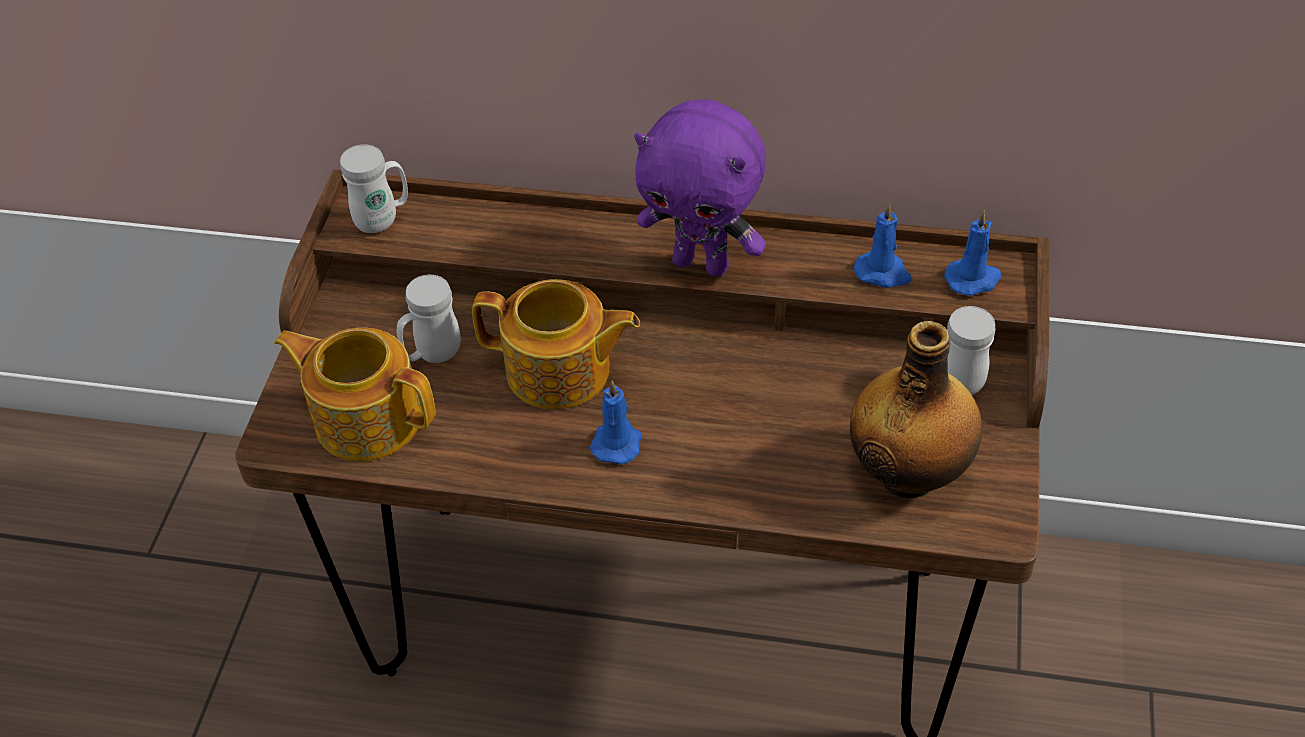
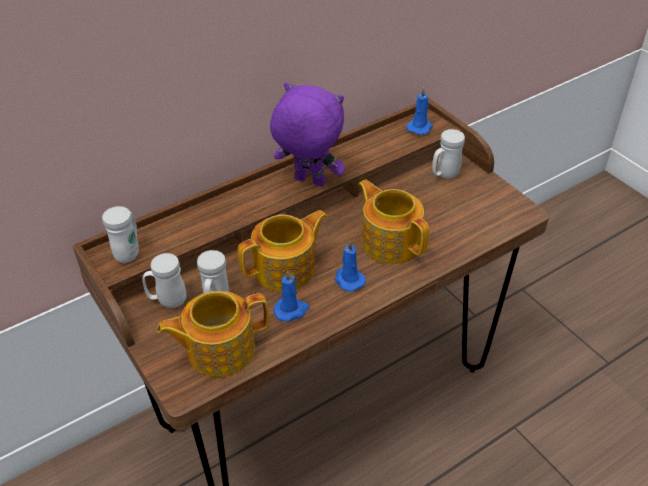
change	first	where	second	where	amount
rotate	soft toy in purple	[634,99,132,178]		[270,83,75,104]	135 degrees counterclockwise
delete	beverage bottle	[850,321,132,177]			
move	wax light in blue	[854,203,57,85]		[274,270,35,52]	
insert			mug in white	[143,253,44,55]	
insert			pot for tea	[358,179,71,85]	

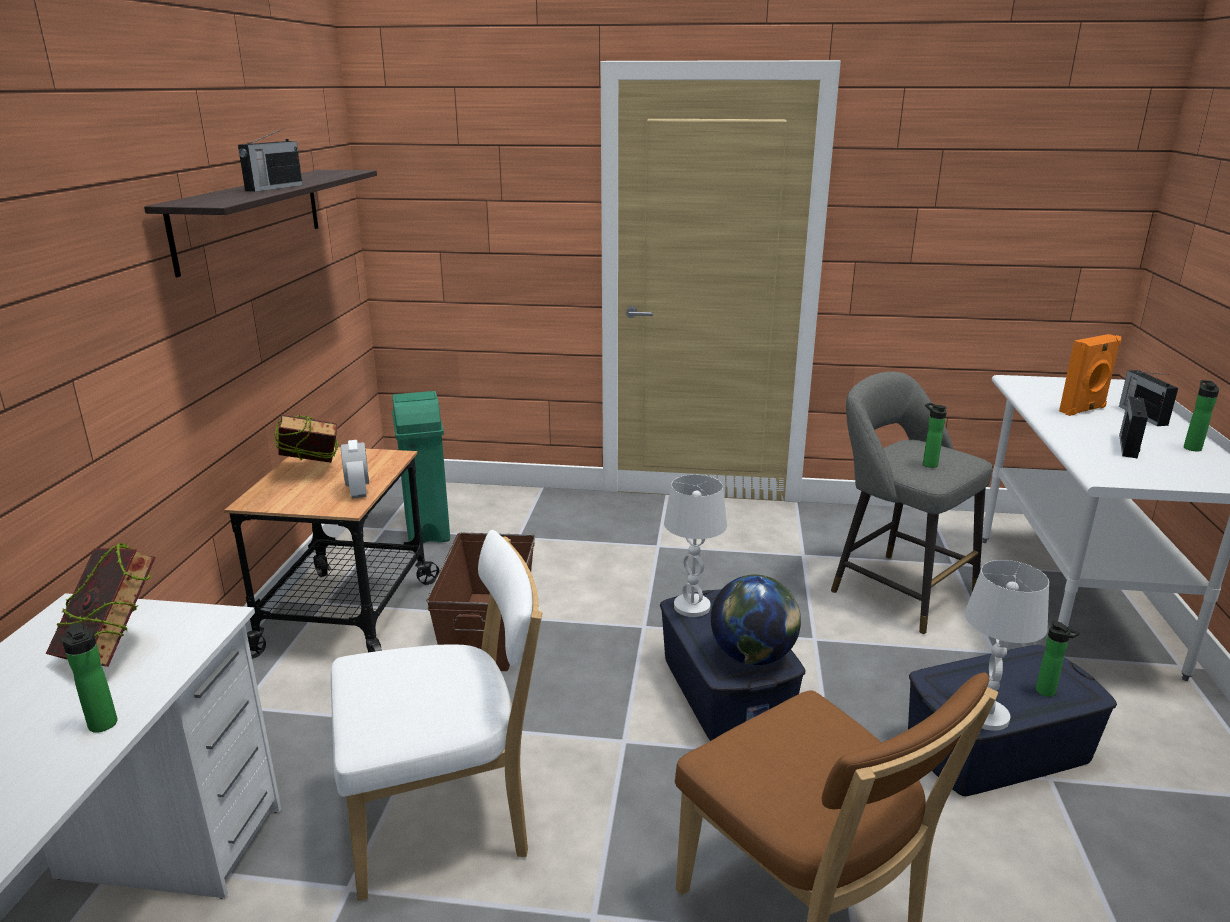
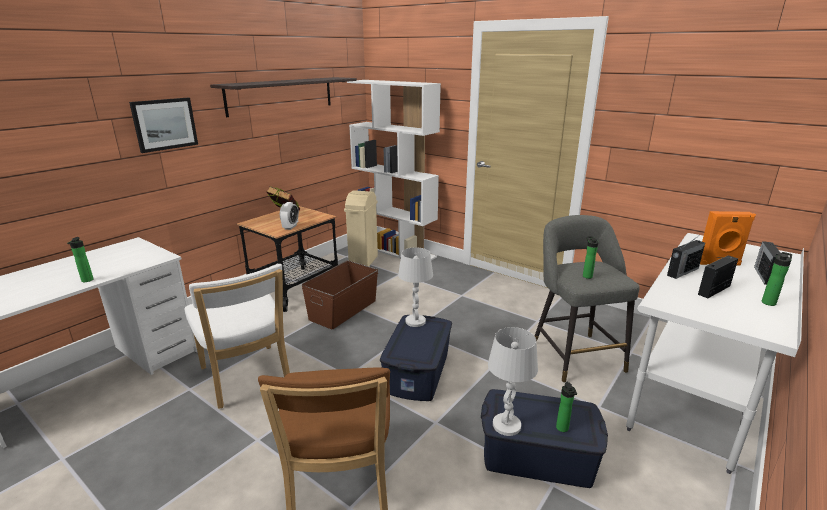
change	first	where	second	where	amount
delete	volume	[46,542,110,125]			
move	radio set	[238,130,65,62]		[667,237,38,42]	
rotate	plain chair in white	[331,530,211,371]		[185,264,105,145]	45 degrees clockwise
recolor	rubbish bin in green	[392,391,58,152]	rubbish bin in sand-coloured	[344,190,34,76]	
delete	globe	[711,575,90,90]			
insert			wall art	[129,98,69,55]	
insert			bookshelf in white	[347,80,94,180]	

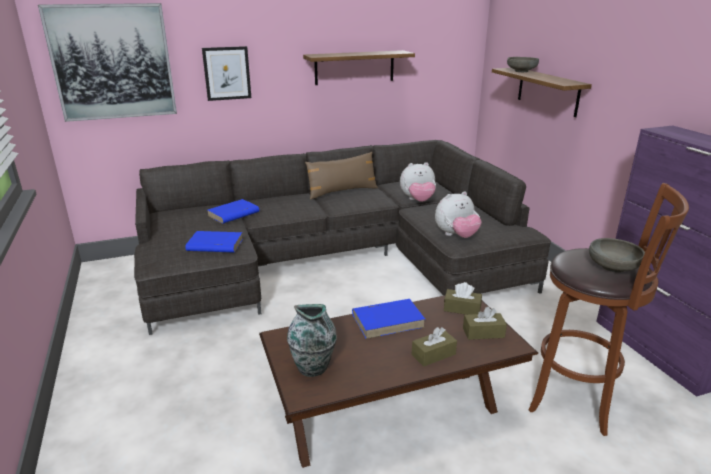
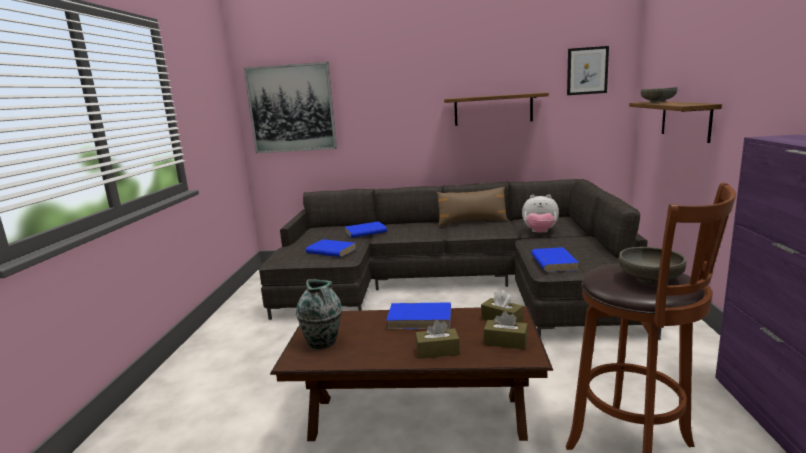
change	first	where	second	where	amount
move	wall art	[202,46,49,55]		[567,46,42,49]	
replace	soft toy	[435,191,47,47]	volume in blue	[531,247,48,25]	

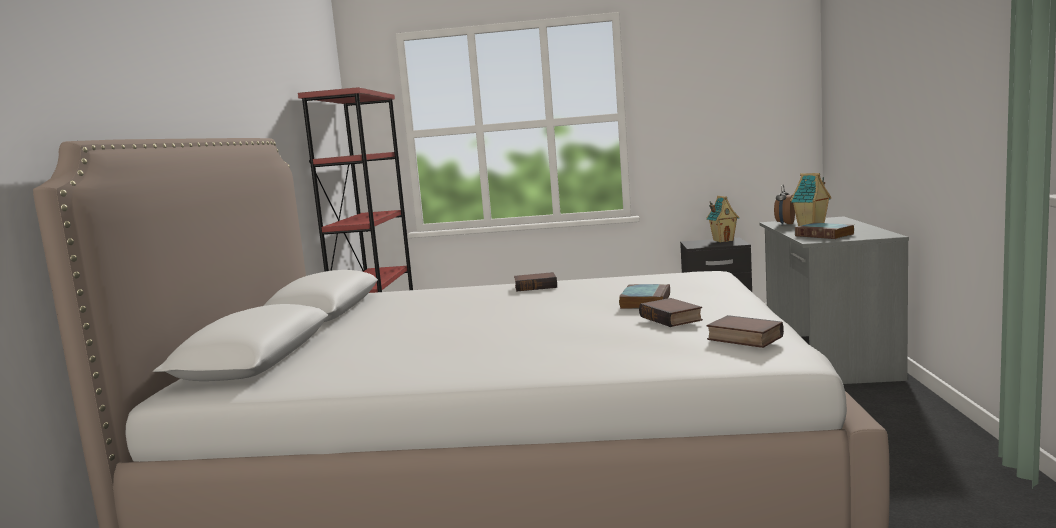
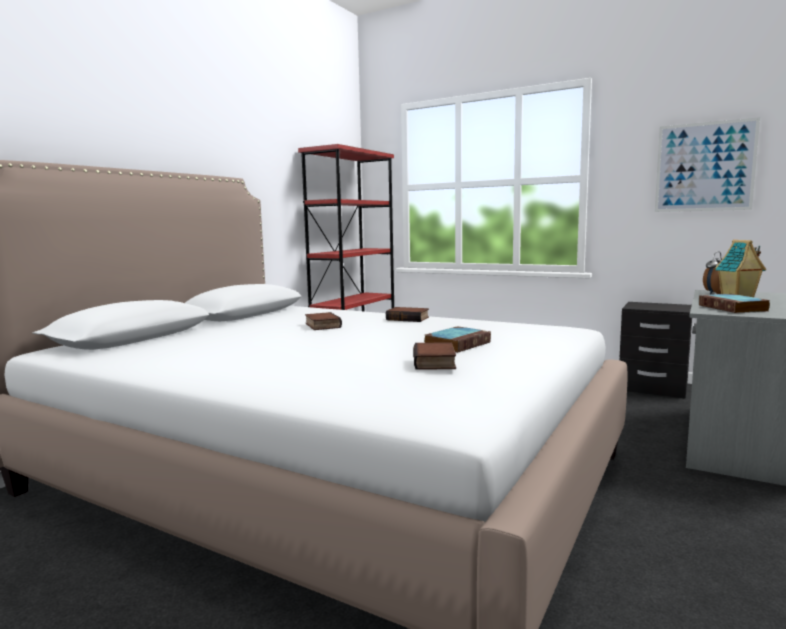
change	first	where	second	where	amount
delete	toy house	[706,196,33,46]			
move	volume	[707,315,77,33]		[305,312,37,18]	
insert			wall art	[655,117,105,95]	

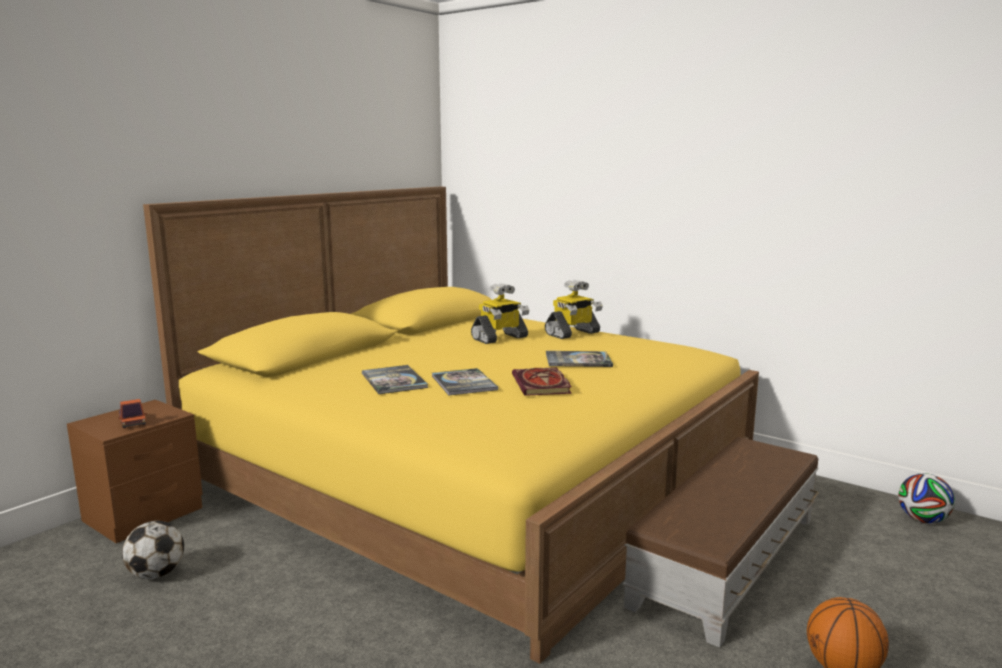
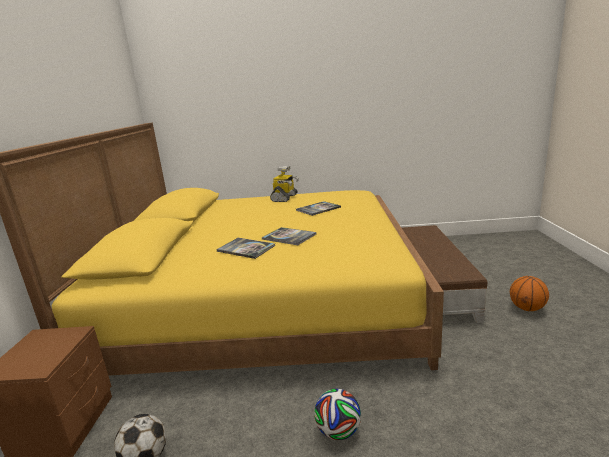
change	first	where	second	where	amount
delete	toy lorry	[118,399,29,29]			
delete	robot figure	[471,283,58,61]			
delete	volume	[512,367,60,29]			
move	football ball	[899,473,56,50]		[314,389,47,51]	

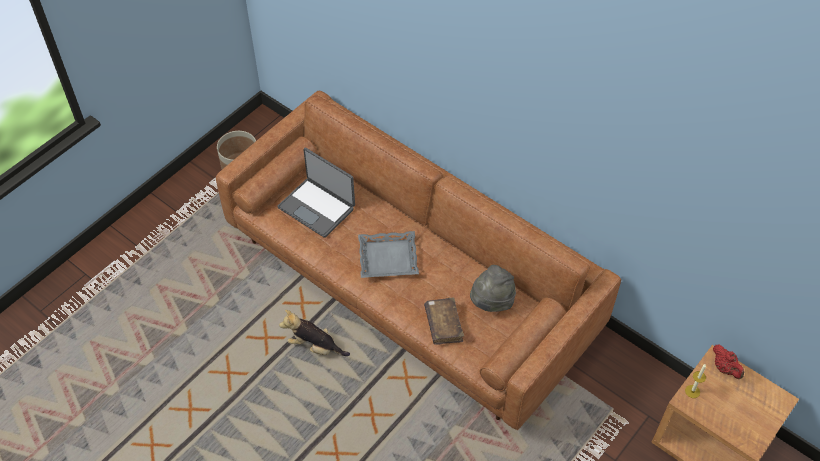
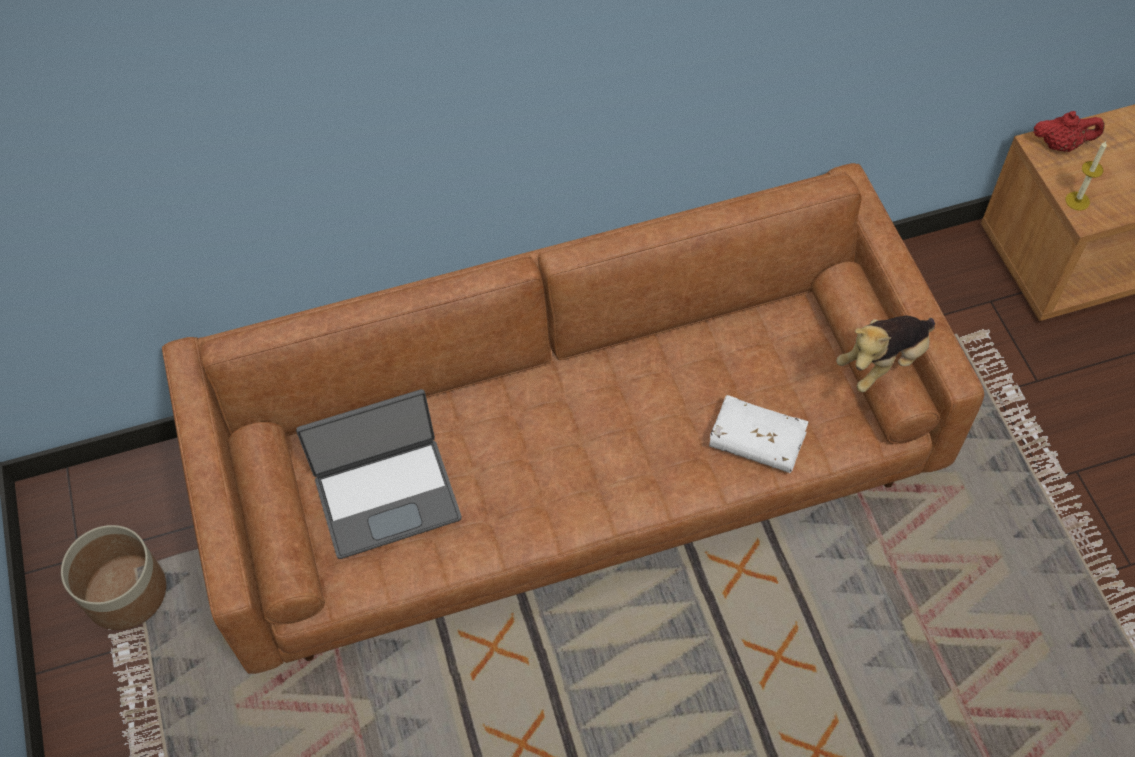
change	first	where	second	where	amount
move	soft toy	[279,310,71,46]		[836,316,99,76]	
delete	tray in grey	[358,231,61,47]			
recolor	volume in brown	[424,298,40,47]	volume in white	[709,395,100,78]	
delete	clothing hat in grey	[470,265,46,47]			

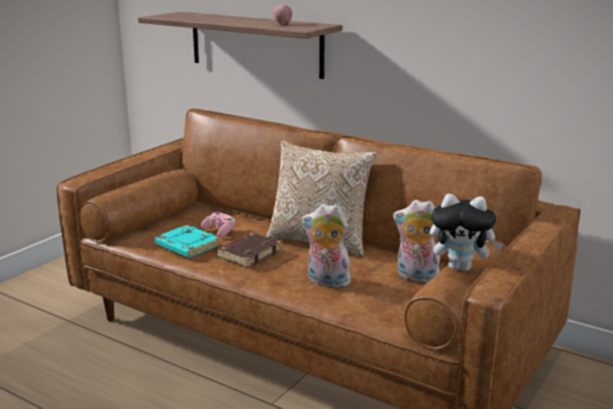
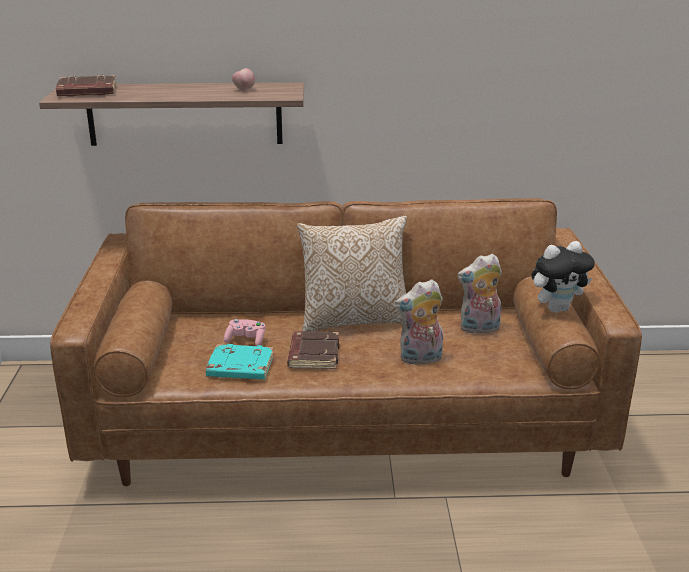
change	first	where	second	where	amount
insert			volume in brown	[56,75,60,22]	

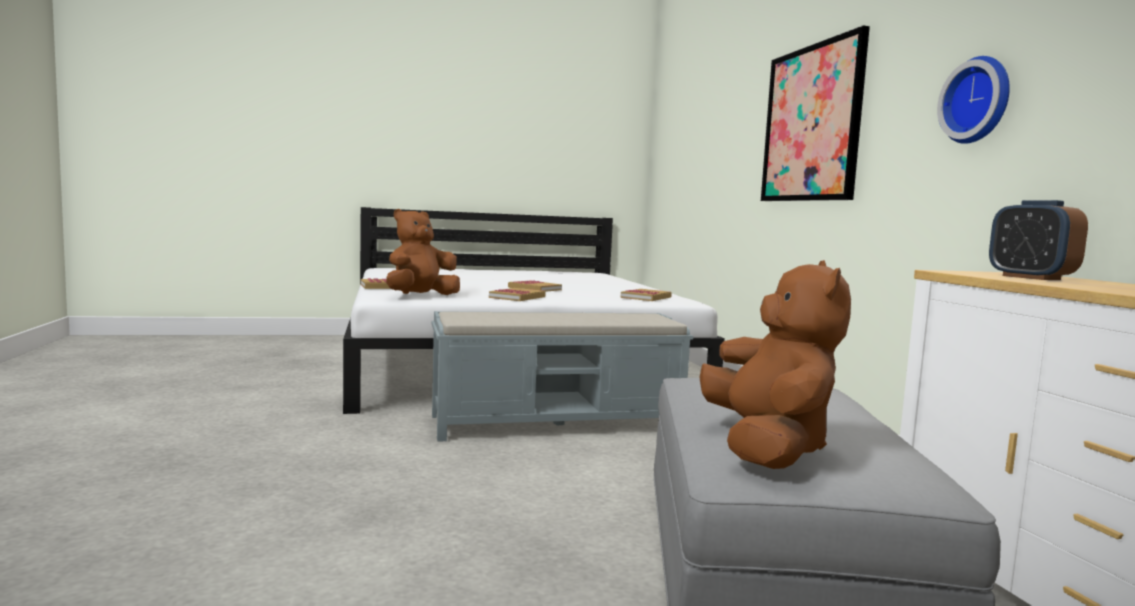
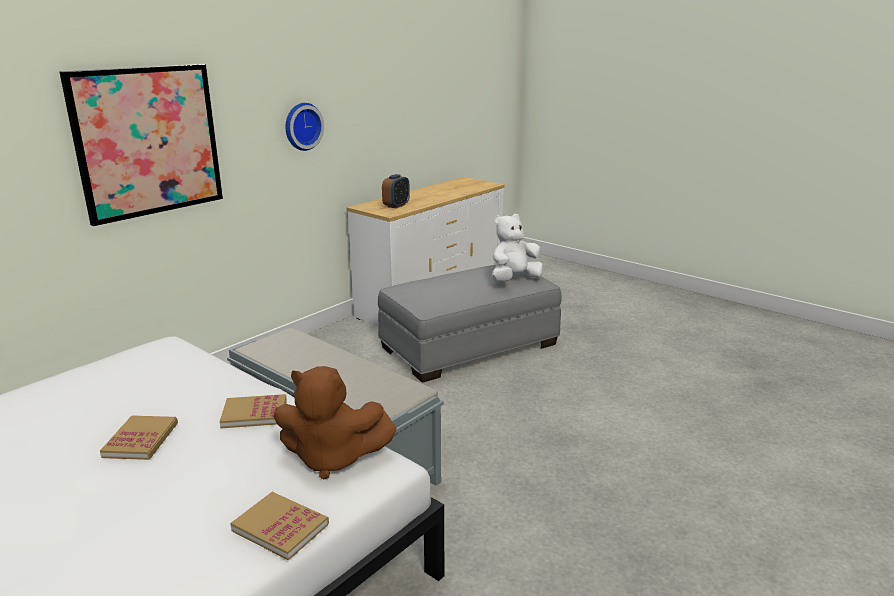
change	first	where	second	where	amount
delete	volume	[621,289,51,12]			
recolor	soft toy in brown	[699,260,152,209]	soft toy in white	[492,214,51,68]	

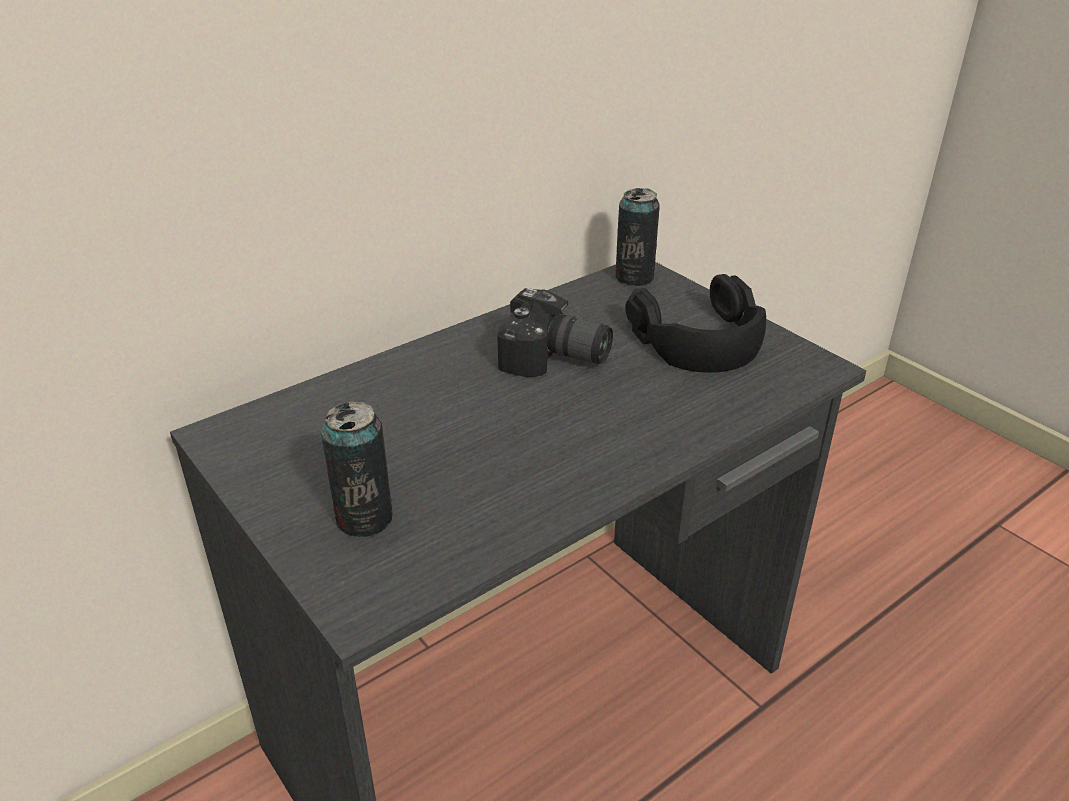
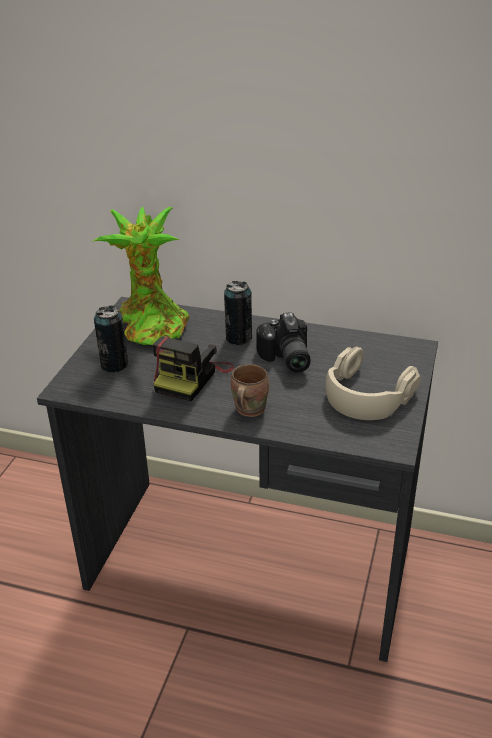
change	first	where	second	where	amount
move	can	[615,188,45,98]		[224,281,28,64]	
recolor	headset in blackish	[625,274,141,99]	headset in sand-coloured	[326,346,95,74]	
insert			plant in a pot	[93,206,96,139]	
insert			still camera	[153,336,81,65]	
insert			mug in brown	[231,364,38,53]	

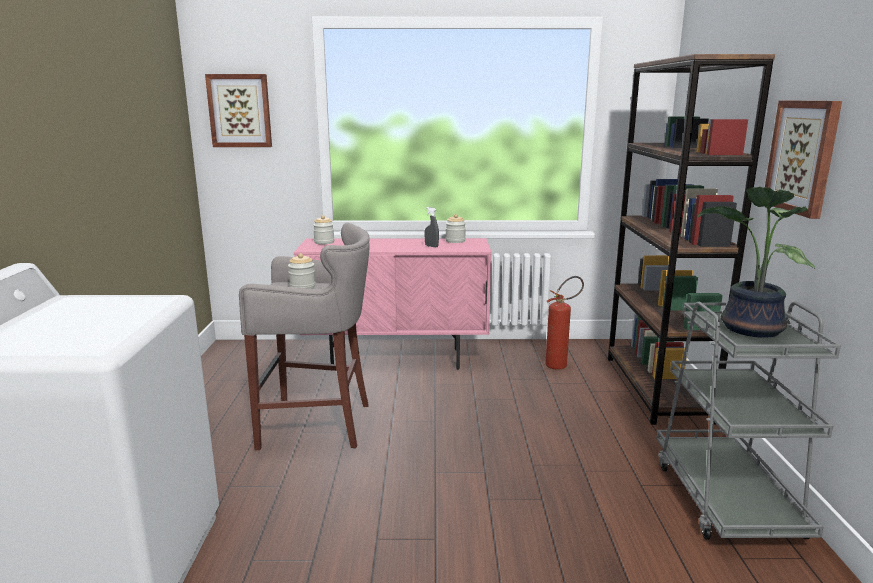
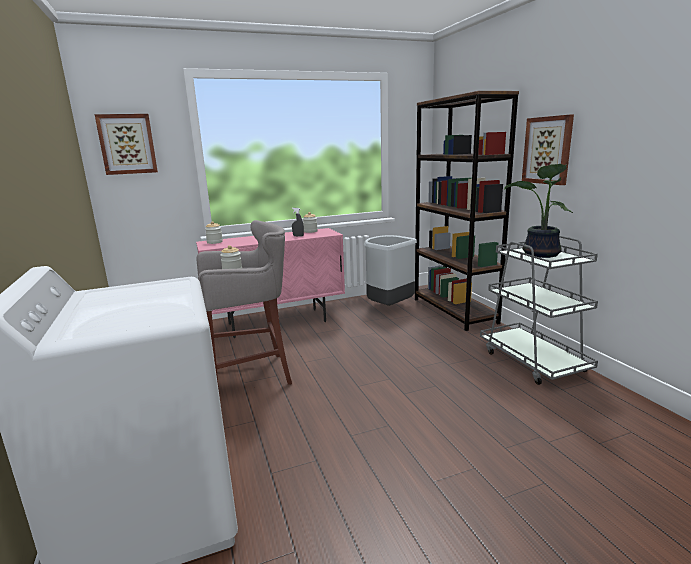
change	first	where	second	where	amount
replace	fire extinguisher	[546,276,38,94]	rubbish bin in grey	[364,235,53,71]	

